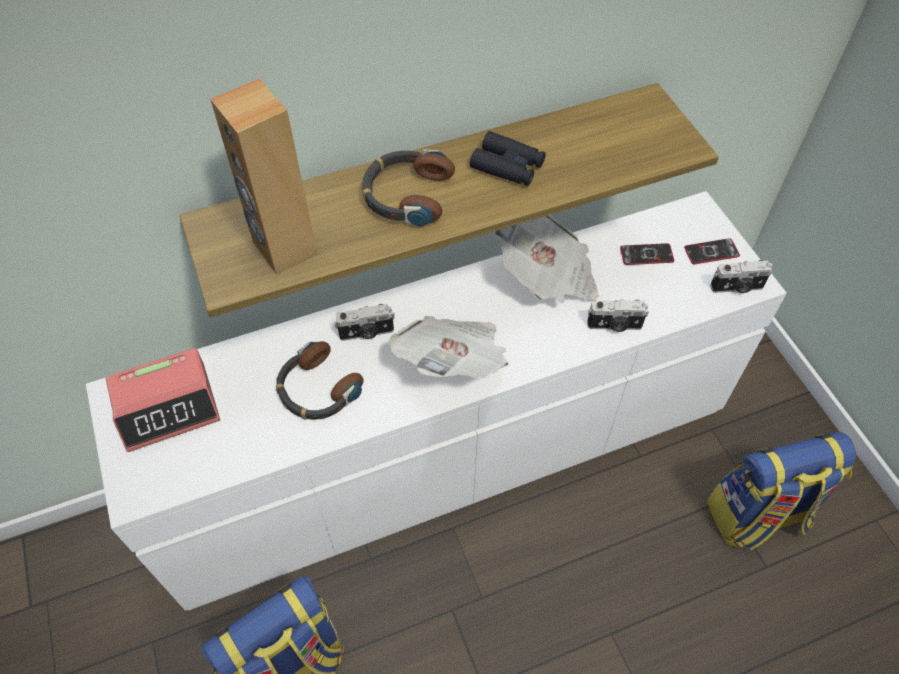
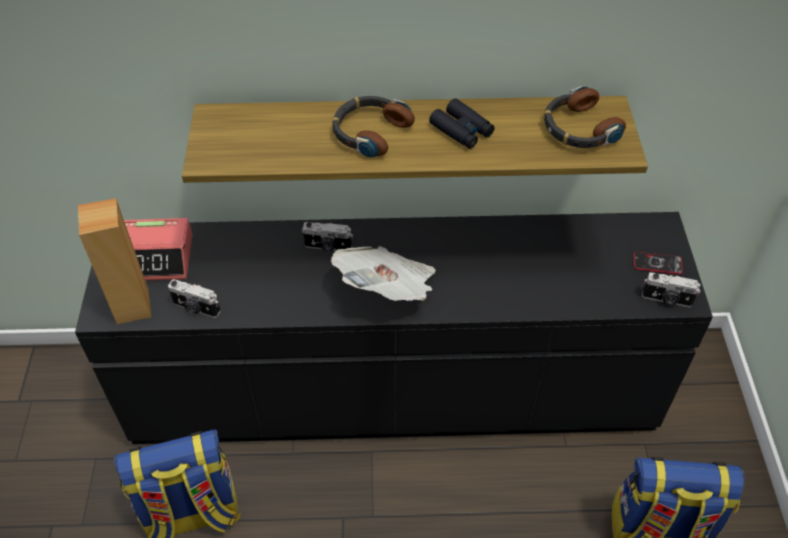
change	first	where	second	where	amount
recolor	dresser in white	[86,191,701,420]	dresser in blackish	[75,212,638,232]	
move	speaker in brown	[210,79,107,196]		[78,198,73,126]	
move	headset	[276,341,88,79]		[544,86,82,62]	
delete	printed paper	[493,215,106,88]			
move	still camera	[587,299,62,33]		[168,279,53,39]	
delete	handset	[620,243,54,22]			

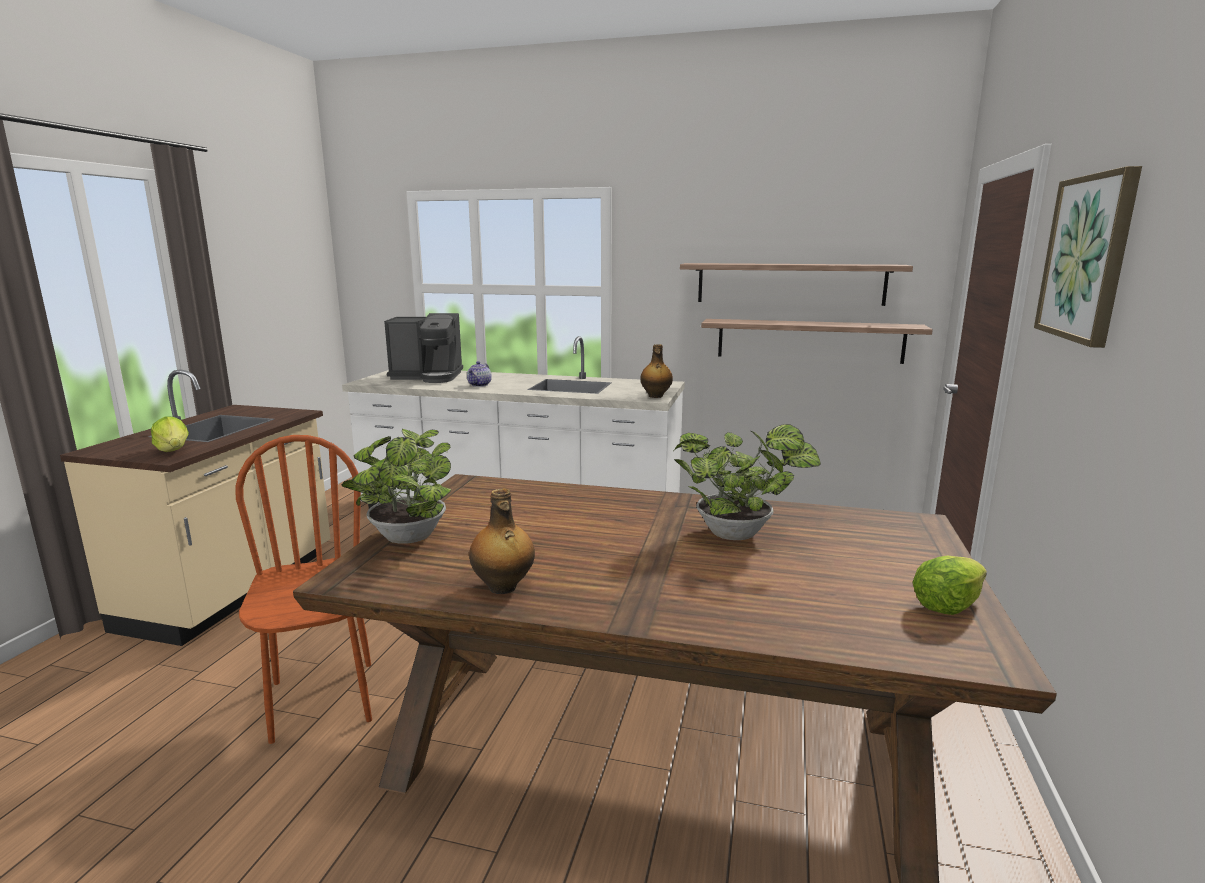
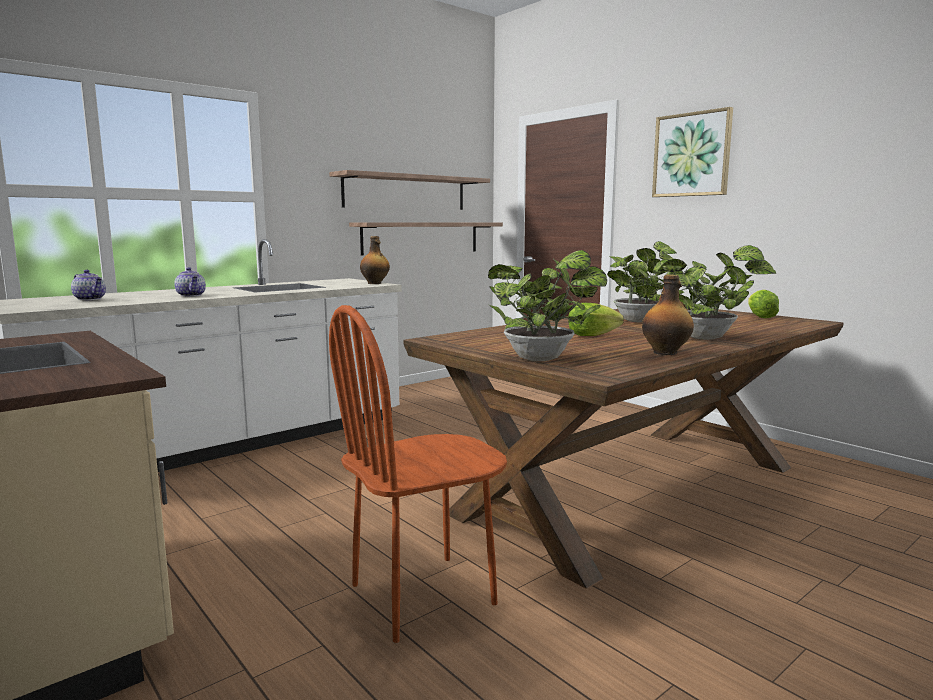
change	first	where	second	where	amount
move	lettuce	[151,417,38,35]		[568,303,56,33]	
rotate	plain chair in brown	[236,435,136,309]		[329,305,178,338]	45 degrees counterclockwise
replace	coffee maker	[384,313,79,70]	pot for tea	[71,270,35,30]	
insert			plant in a pot	[657,245,119,95]	

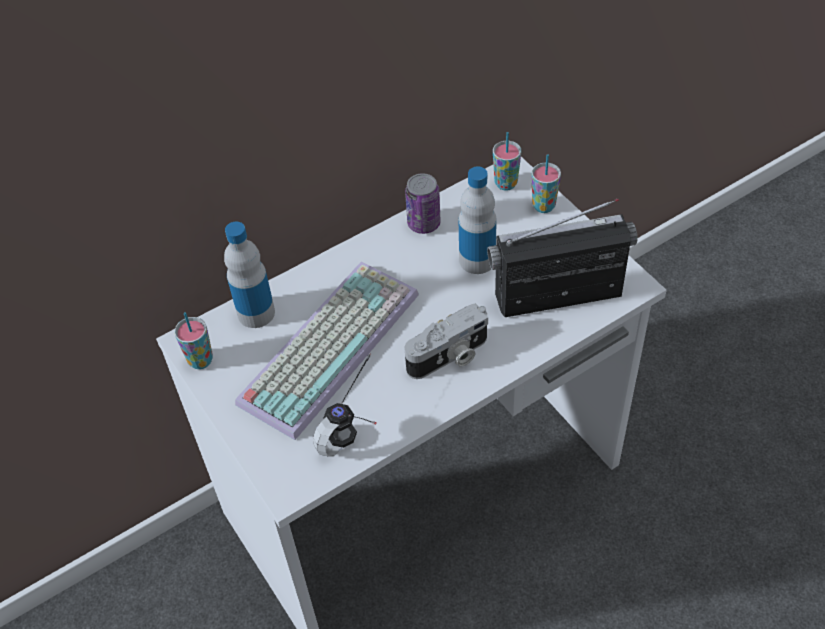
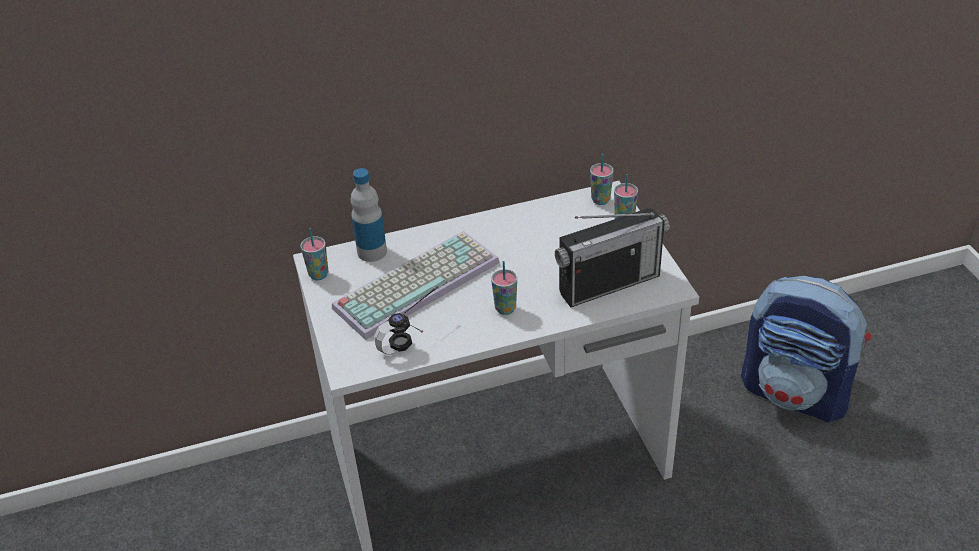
change	first	where	second	where	amount
replace	still camera	[404,304,84,75]	cup	[491,261,26,54]	
delete	can	[405,173,36,61]			
delete	beverage bottle	[459,167,38,107]			
rotate	radio set	[487,199,151,118]		[555,208,115,99]	150 degrees clockwise
insert			knapsack	[741,276,130,146]	

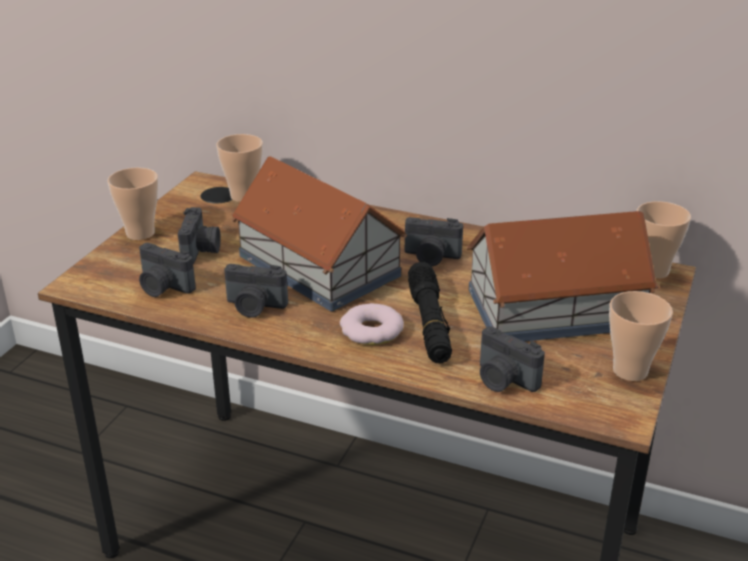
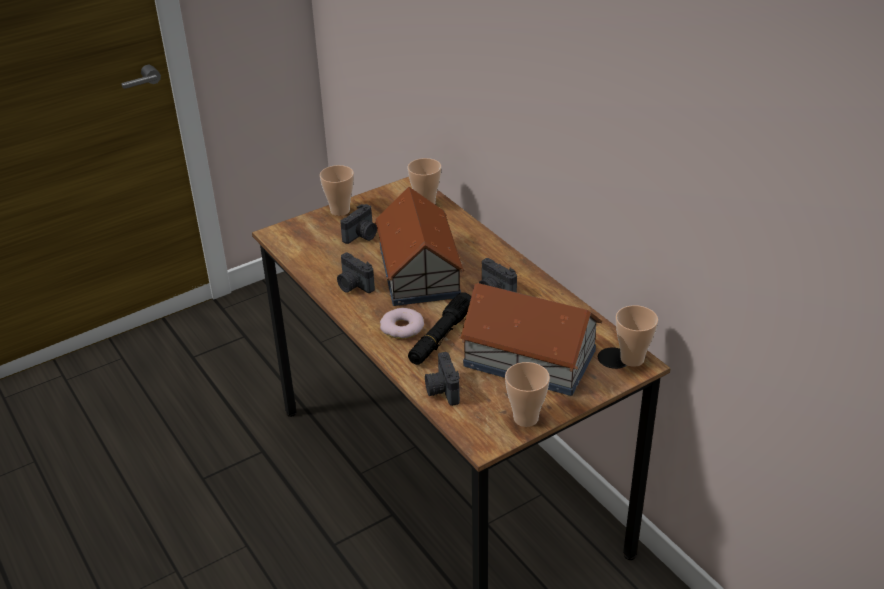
change	first	where	second	where	amount
delete	still camera	[139,243,57,54]			

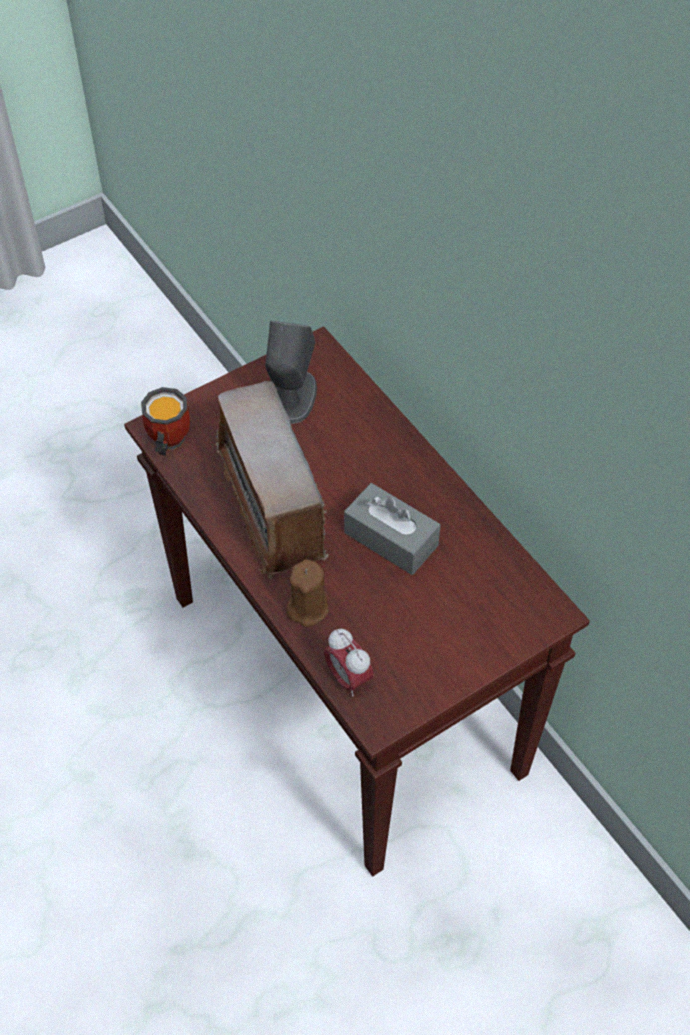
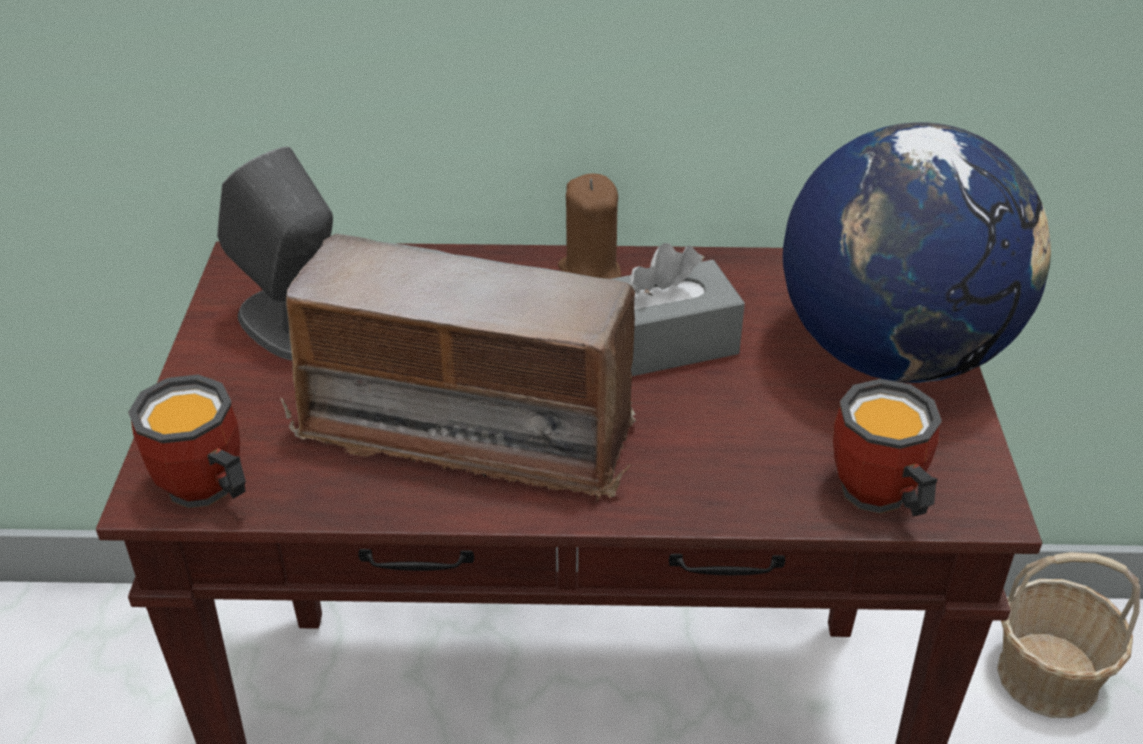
change	first	where	second	where	amount
move	wax light in brown	[286,560,43,67]		[558,174,63,105]	
replace	bedside clock	[324,629,49,68]	mug	[833,379,109,138]	
insert			globe	[783,122,268,261]	
insert			storage basket	[997,552,143,166]	

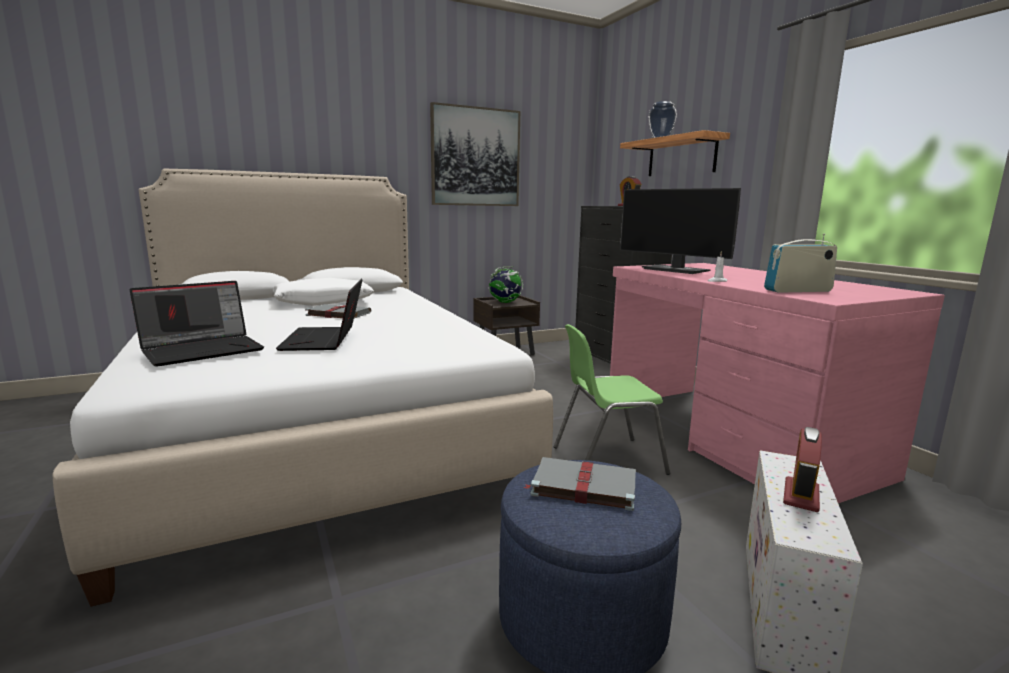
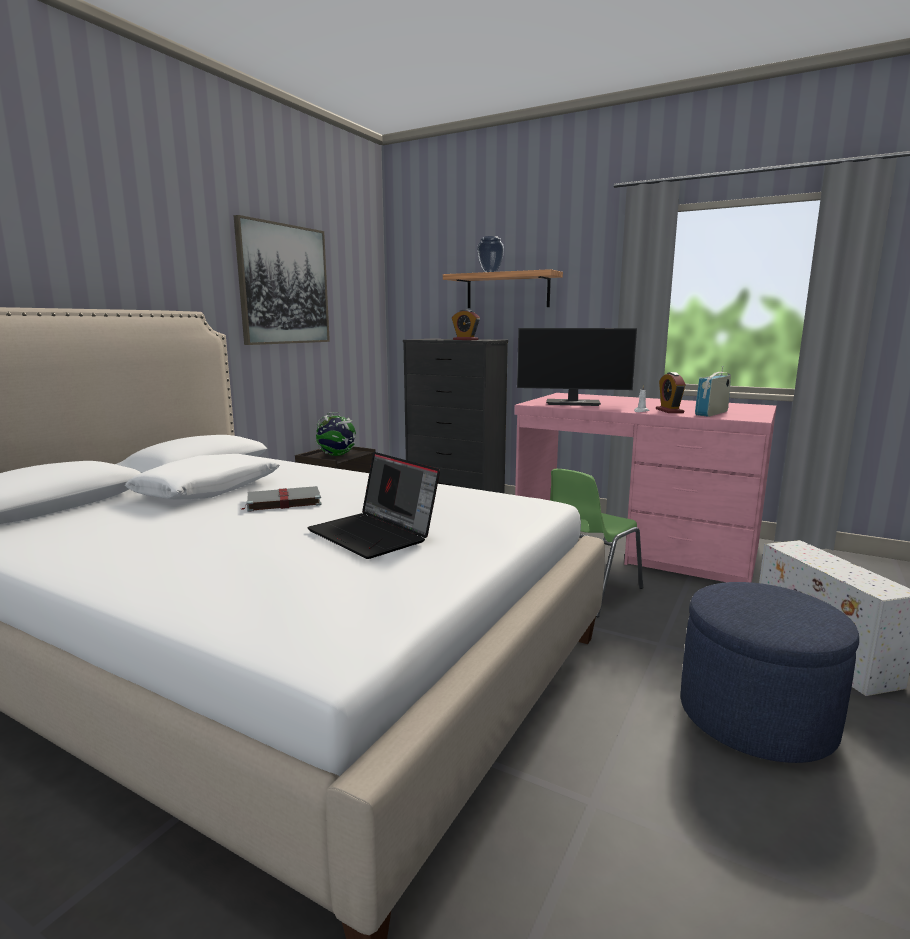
change	first	where	second	where	amount
delete	portable computer	[130,281,134,86]			
delete	volume in grey	[524,457,112,54]			
move	bedside clock	[783,427,39,85]		[656,372,30,41]	

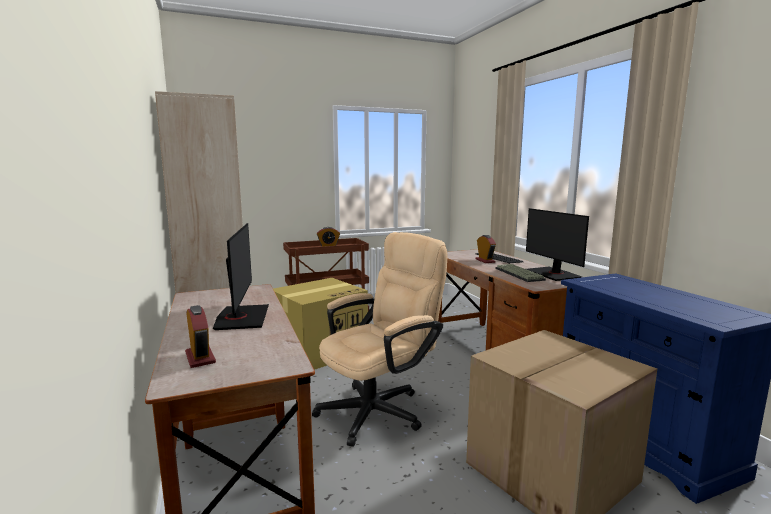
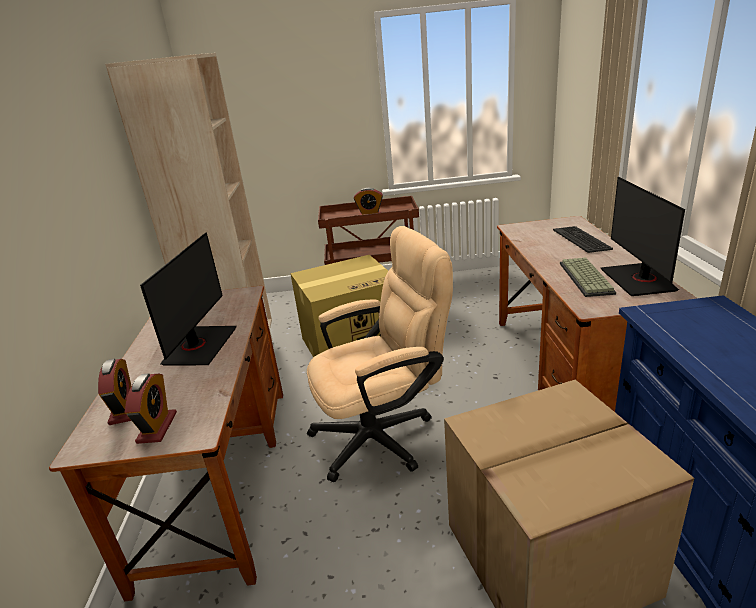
change	first	where	second	where	amount
move	bedside clock	[475,235,21,28]		[125,373,52,71]	

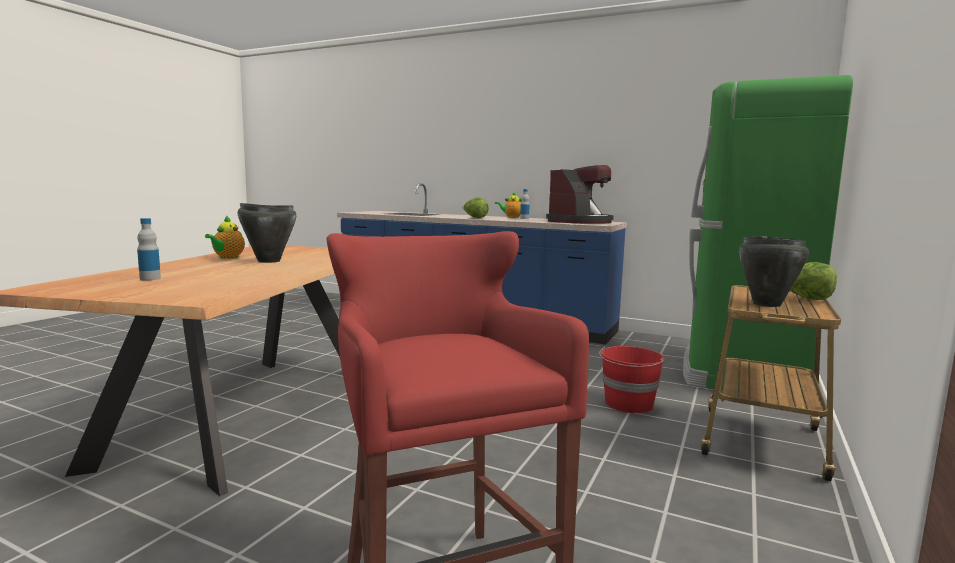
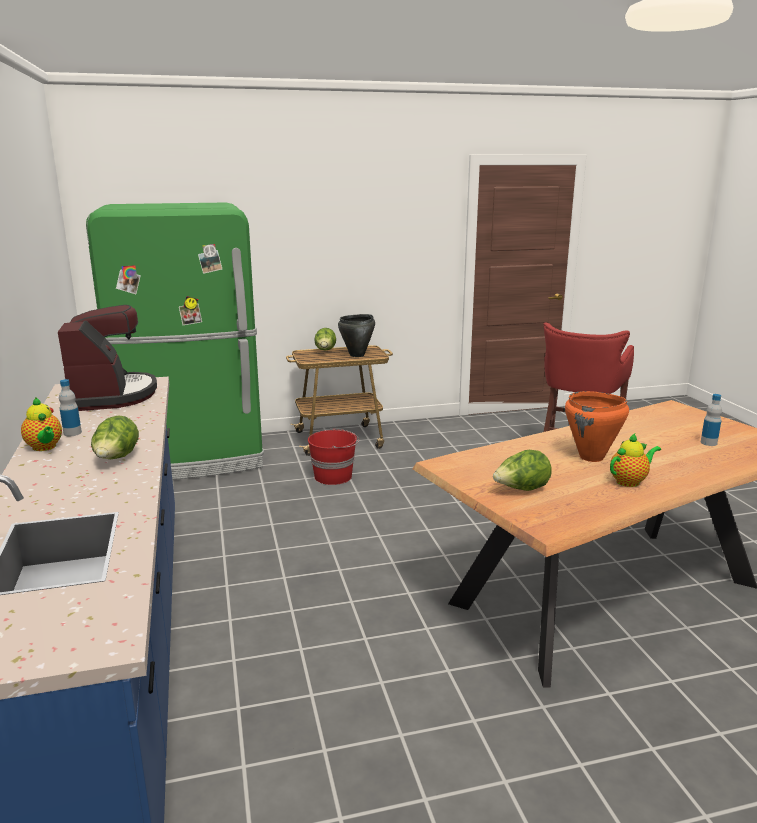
change	first	where	second	where	amount
recolor	saucepot in blackish	[237,203,59,60]	saucepot in orangey	[565,391,64,71]	
rotate	coffee maker	[546,165,68,59]		[58,305,99,106]	75 degrees clockwise
insert			lettuce	[493,450,59,41]	

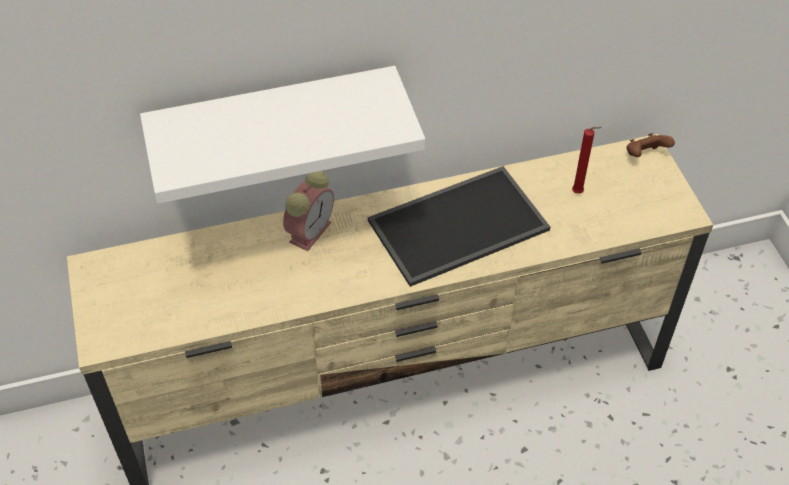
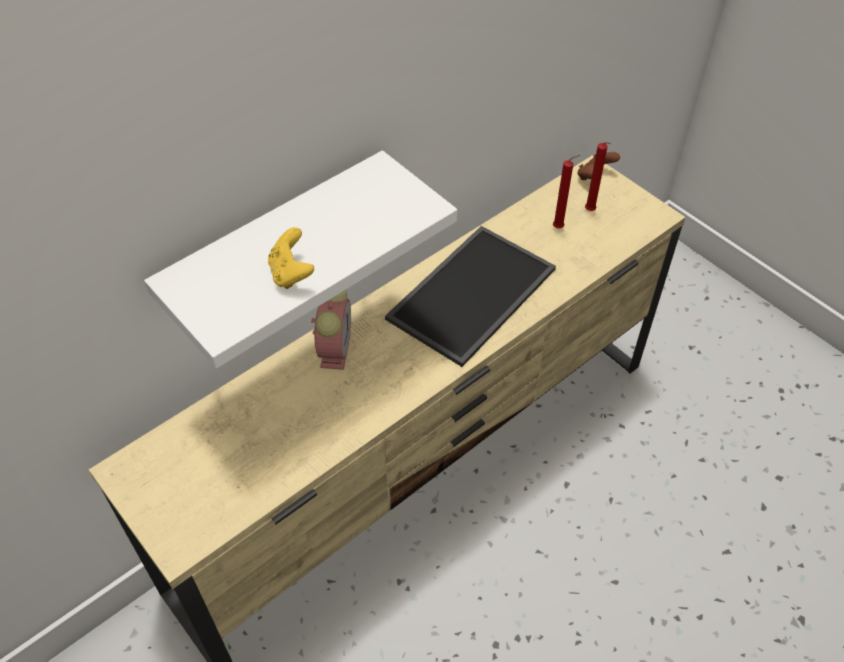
change	first	where	second	where	amount
insert			joypad in yellow	[268,227,46,62]	
insert			wax light in red	[585,142,26,69]	

